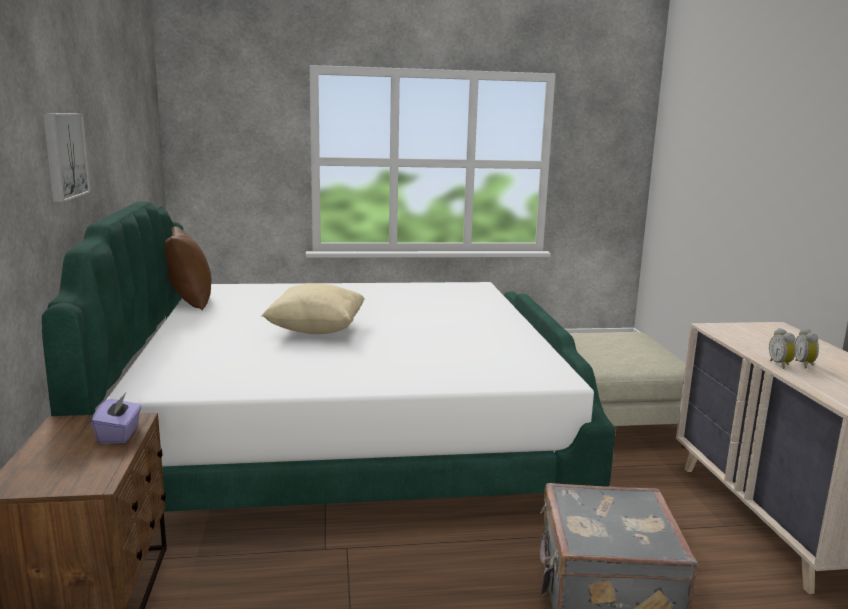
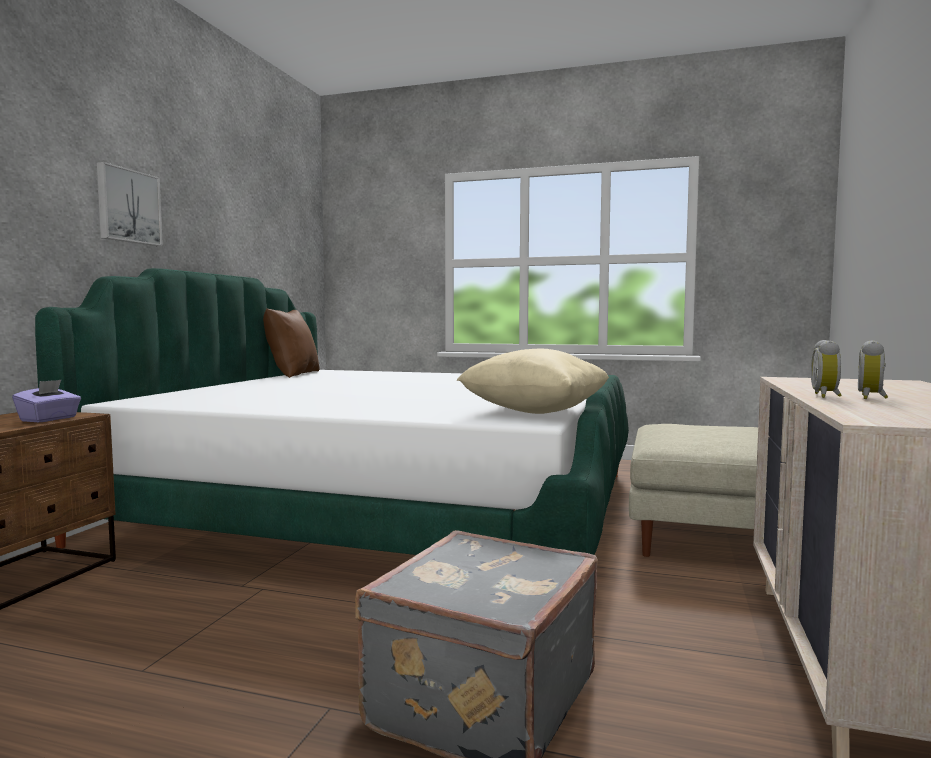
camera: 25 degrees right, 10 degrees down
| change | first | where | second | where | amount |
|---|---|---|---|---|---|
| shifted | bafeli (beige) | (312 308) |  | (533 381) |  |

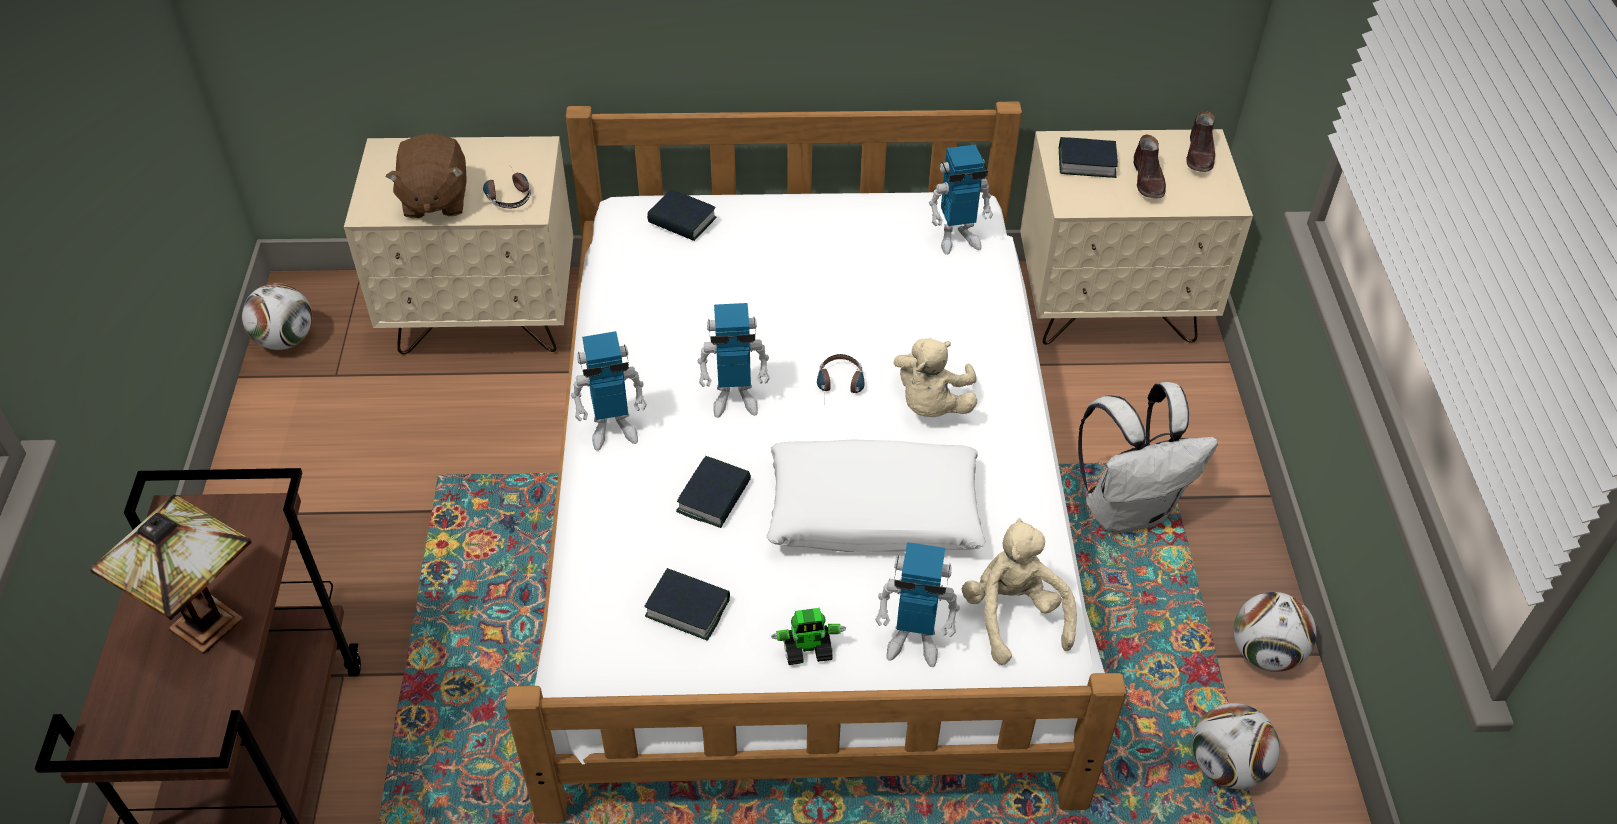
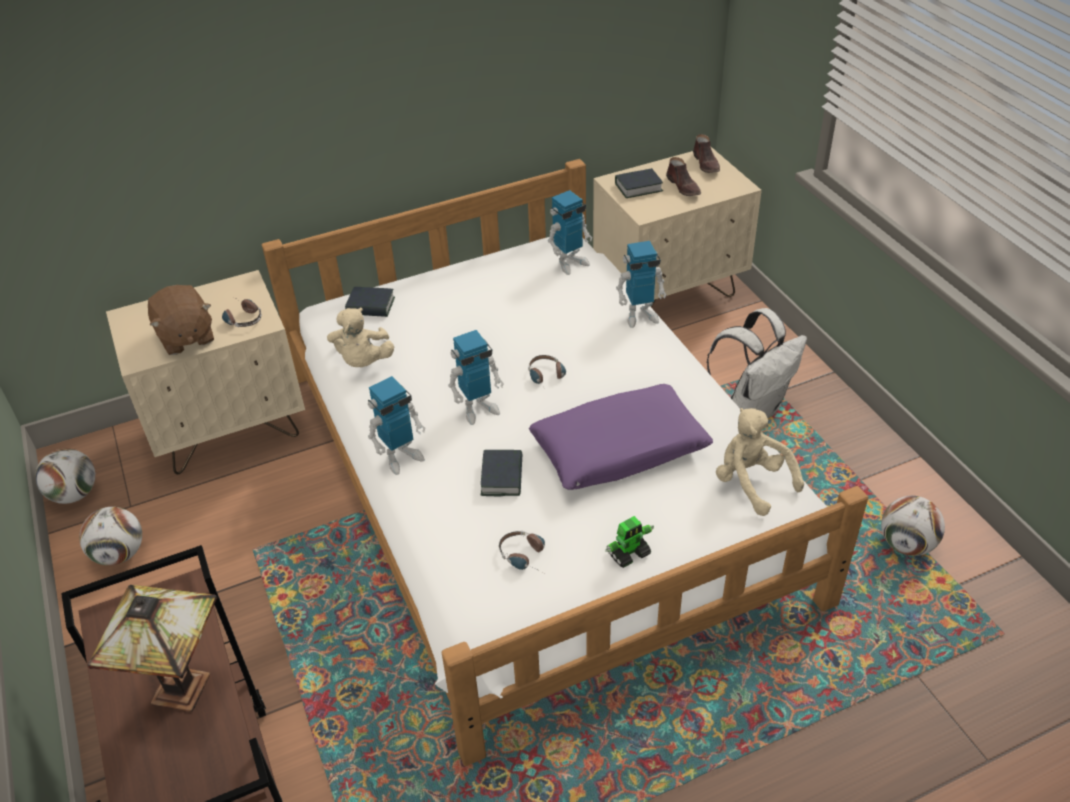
camera: 20 degrees left, 5 degrees down
| change | first | where | second | where | amount |
|---|---|---|---|---|---|
| shifted | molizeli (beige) | (935 377) |  | (360 337) |  |
| repainted | bafeli (white) | (876 496) | bafeli (purple) | (621 437) |  |
| shifted | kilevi | (917 604) |  | (641 284) |  |
| swapped | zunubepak | (687 604) | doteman | (522 550) |  |
| shifted | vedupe | (1275 632) |  | (110 536) |  |

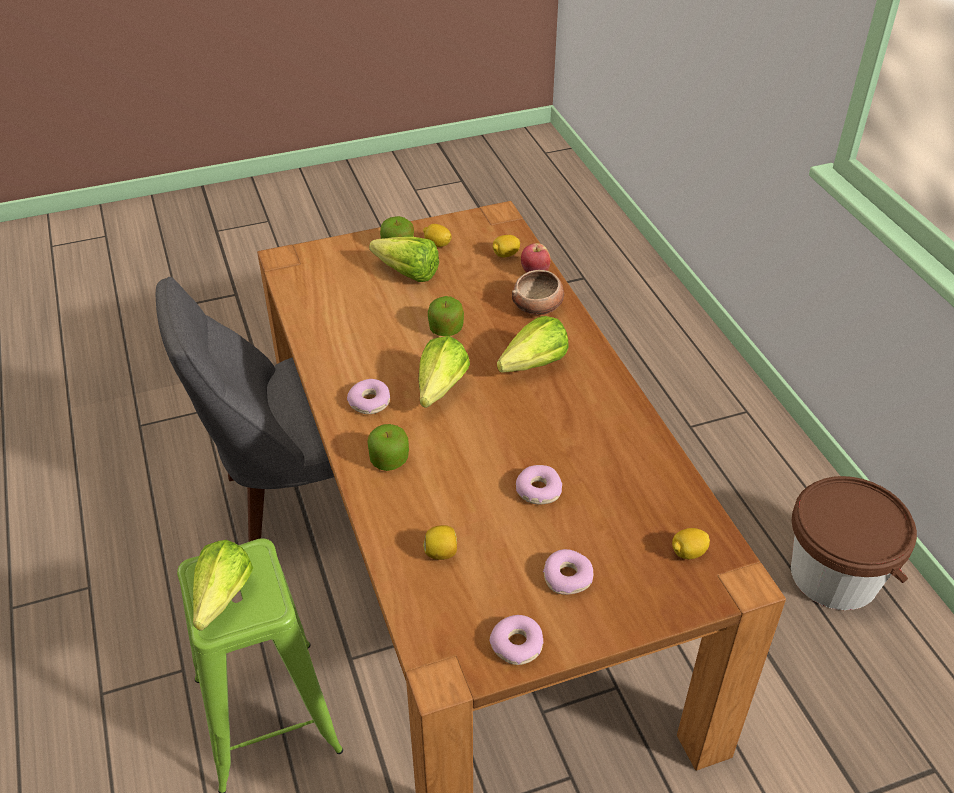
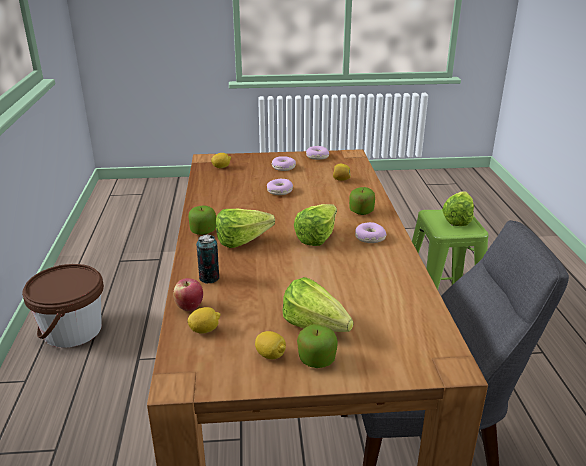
camera: 165 degrees left, 15 degrees down
| change | first | where | second | where | amount |
|---|---|---|---|---|---|
| swapped | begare | (538 292) | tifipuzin | (207 259) |  |
| shifted | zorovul | (446 316) |  | (202 220) |  |

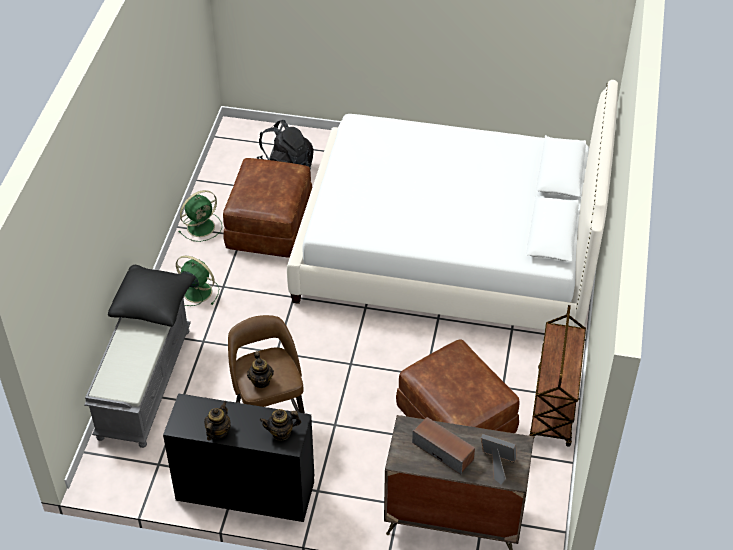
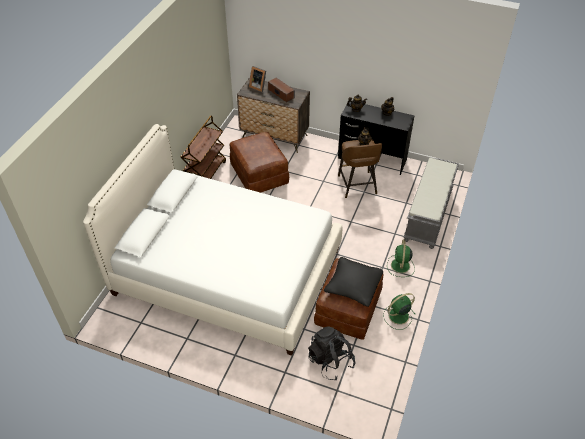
camera: 170 degrees left, 0 degrees up
| change | first | where | second | where | amount |
|---|---|---|---|---|---|
| rotated | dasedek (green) | (197 281) |  | (401 258) | 60 degrees clockwise |
| shifted | bafeli (black) | (151 296) |  | (353 282) |  |

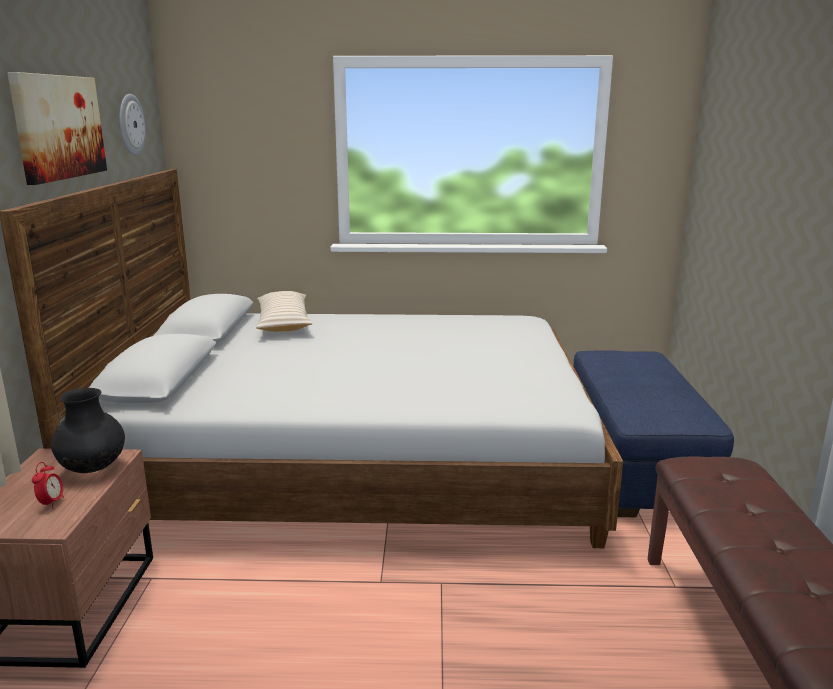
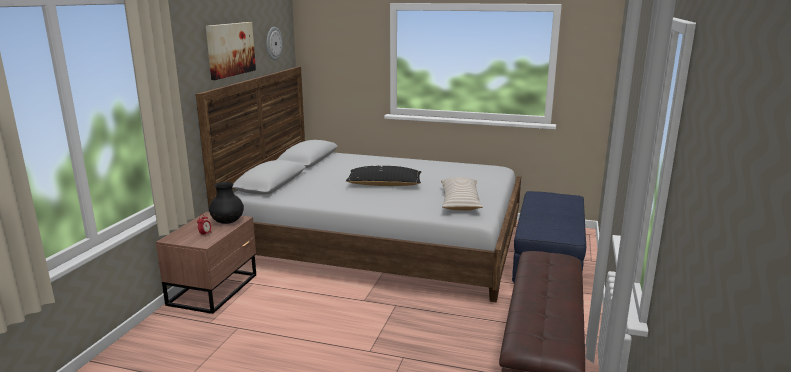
camera: 15 degrees right, 0 degrees up
| change | first | where | second | where | amount |
|---|---|---|---|---|---|
| shifted | bafeli (beige) | (284 311) |  | (462 194) |  |
| new |  |  | bafeli (black) | (383 176) |  |

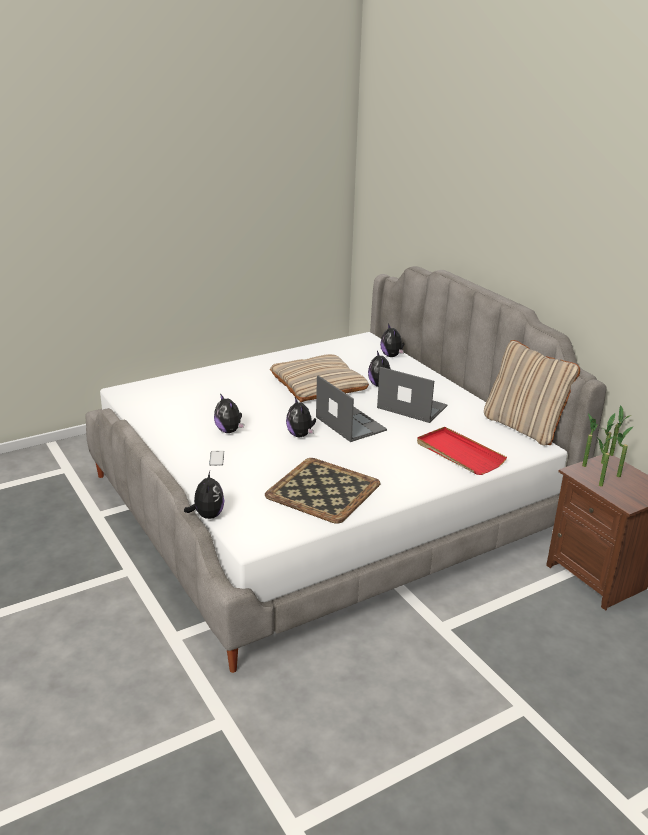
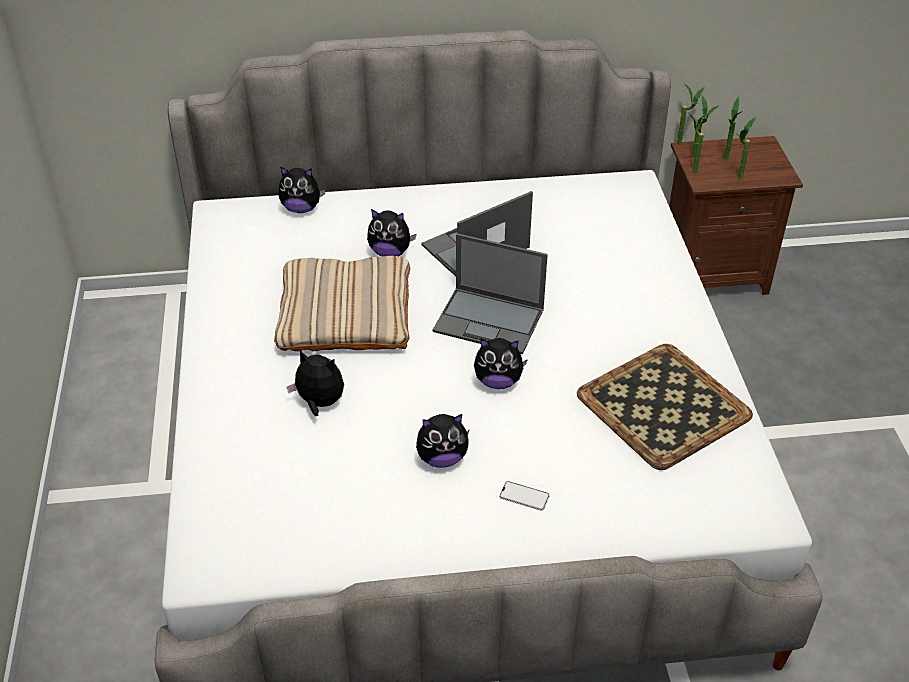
camera: 65 degrees left, 15 degrees up
| change | first | where | second | where | amount |
|---|---|---|---|---|---|
| gone | bafeli (beige) | (532 393) |  |  |  |
| rotated | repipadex | (351 408) |  | (490 294) | 150 degrees counterclockwise |
| gone | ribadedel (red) | (462 451) |  |  |  |
| shifted | molizeli | (204 495) |  | (315 383) |  |

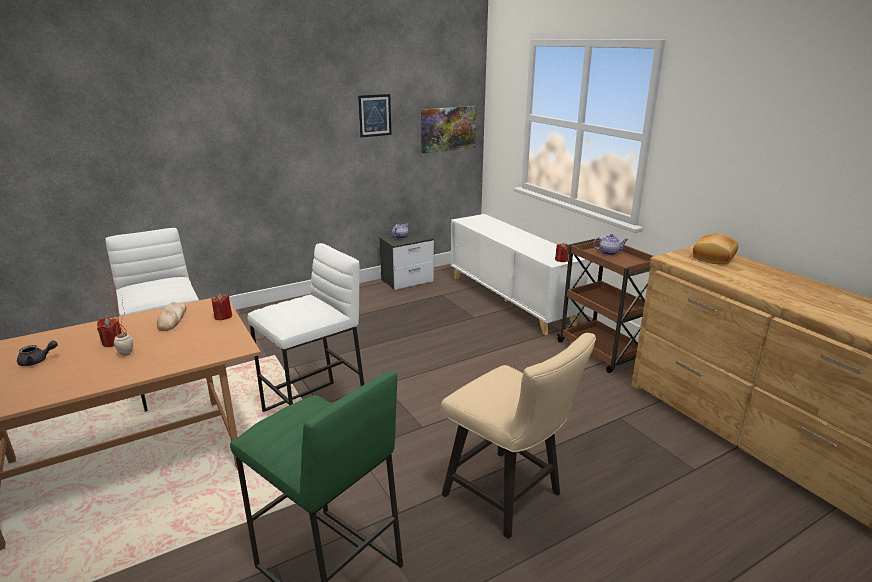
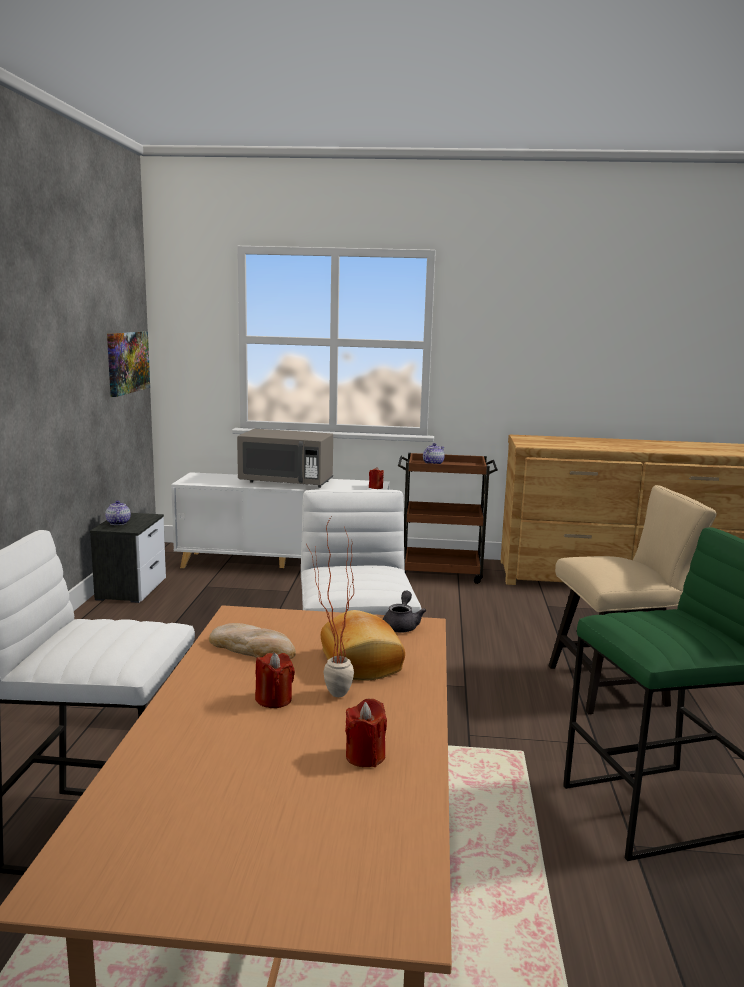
camera: 55 degrees left, 10 degrees down
| change | first | where | second | where | amount |
|---|---|---|---|---|---|
| gone | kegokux | (375 115) |  |  |  |
| shifted | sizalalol | (715 248) |  | (363 645) |  |
| shifted | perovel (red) | (221 306) |  | (366 733) |  |
| shifted | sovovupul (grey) | (37 353) |  | (404 611) |  |
| new |  |  | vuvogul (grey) | (285 458) |  |

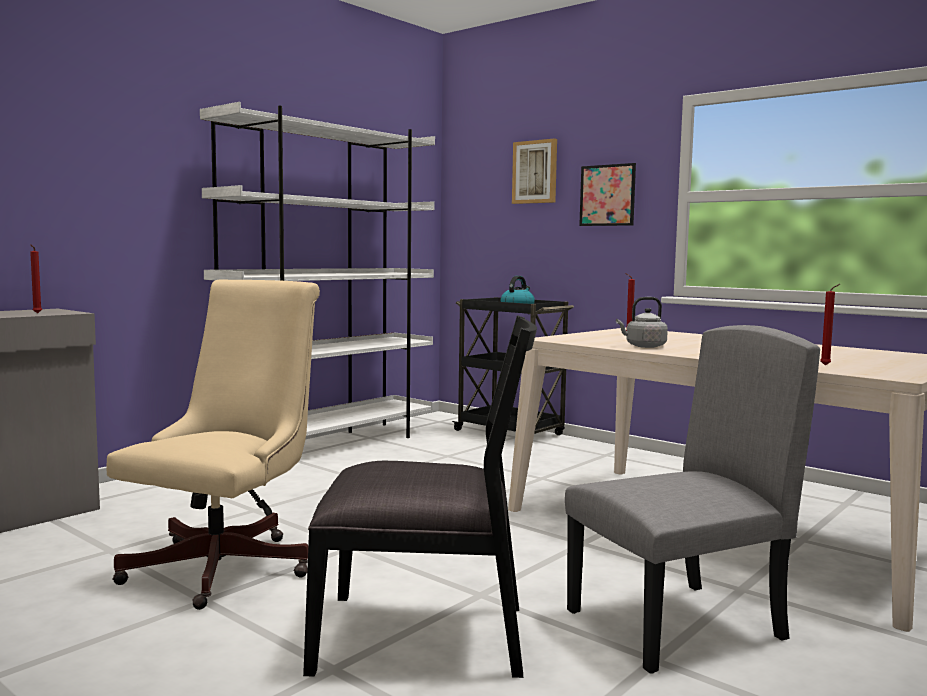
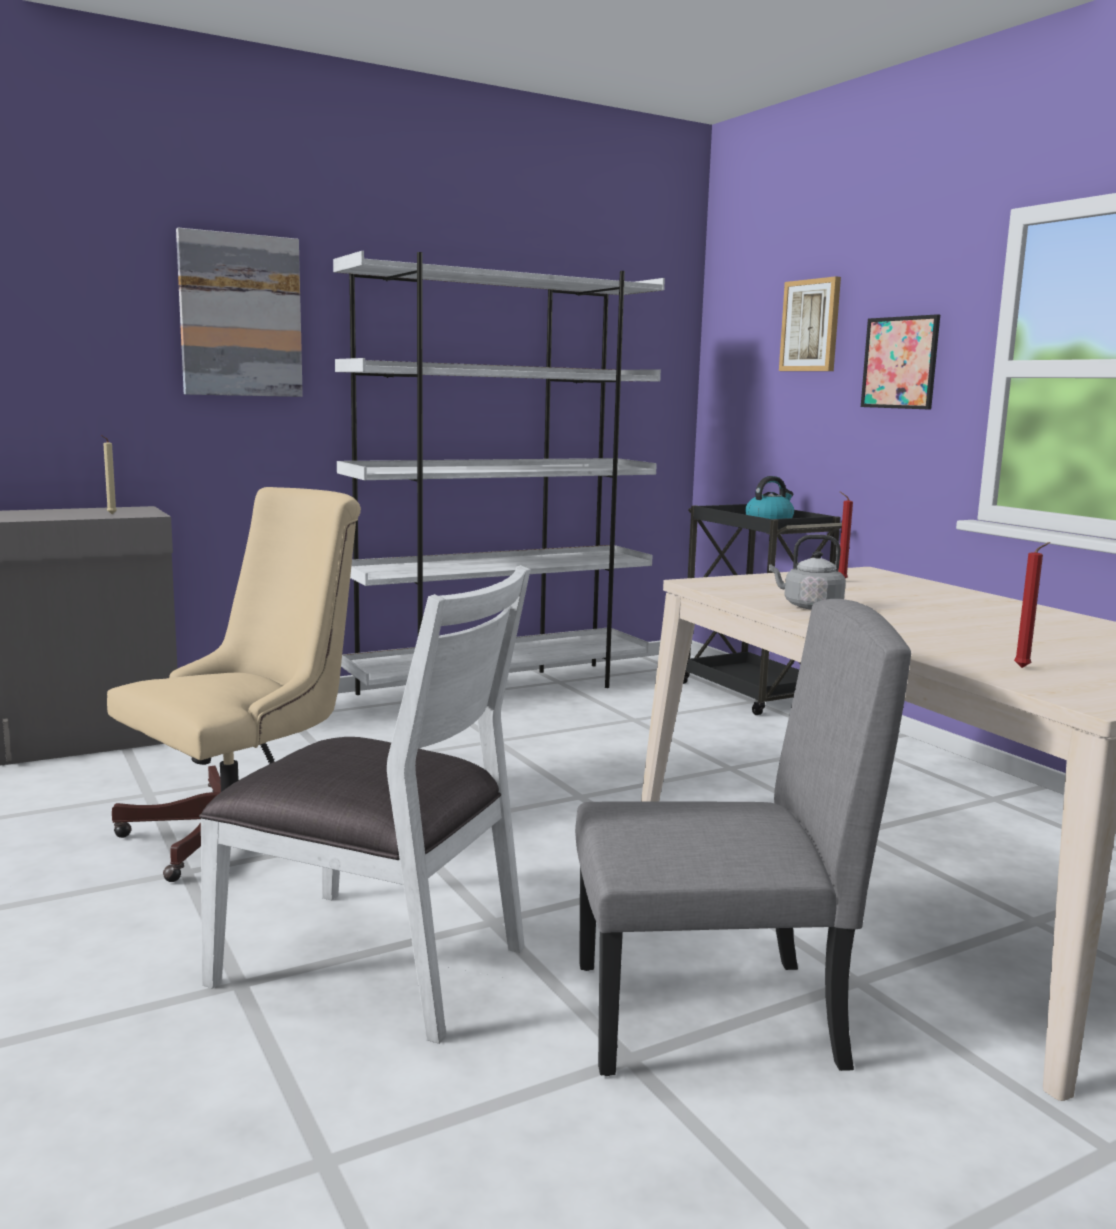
camera: 20 degrees right, 5 degrees up
| change | first | where | second | where | amount |
|---|---|---|---|---|---|
| repainted | perovel (red) | (36 278) | perovel (beige) | (109 474) |  |
| repainted | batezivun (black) | (420 496) | batezivun (white) | (365 804) |  |
| new |  |  | kegokux | (239 312) |  |

